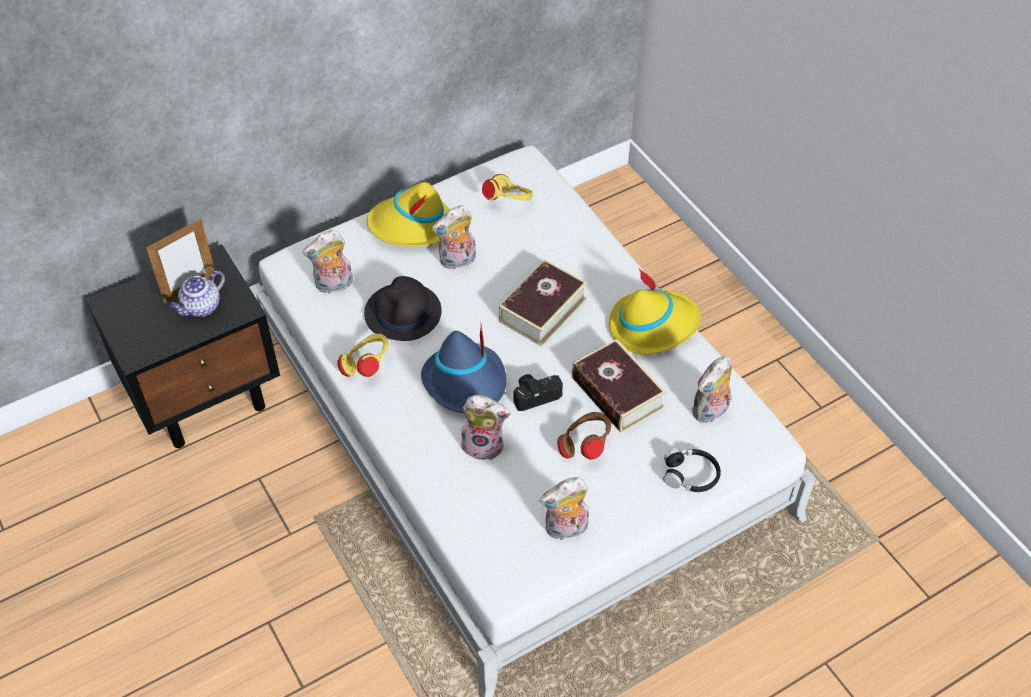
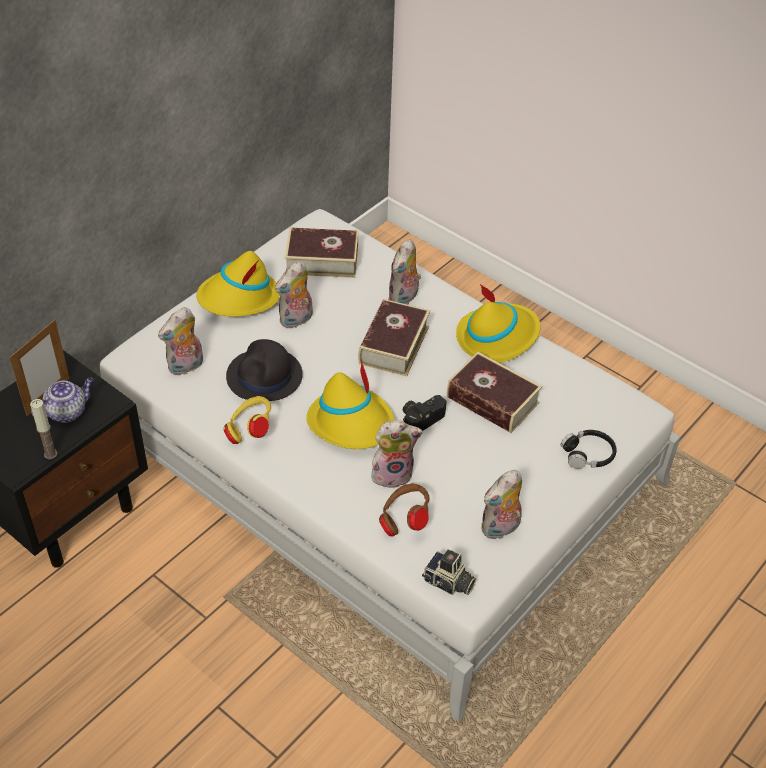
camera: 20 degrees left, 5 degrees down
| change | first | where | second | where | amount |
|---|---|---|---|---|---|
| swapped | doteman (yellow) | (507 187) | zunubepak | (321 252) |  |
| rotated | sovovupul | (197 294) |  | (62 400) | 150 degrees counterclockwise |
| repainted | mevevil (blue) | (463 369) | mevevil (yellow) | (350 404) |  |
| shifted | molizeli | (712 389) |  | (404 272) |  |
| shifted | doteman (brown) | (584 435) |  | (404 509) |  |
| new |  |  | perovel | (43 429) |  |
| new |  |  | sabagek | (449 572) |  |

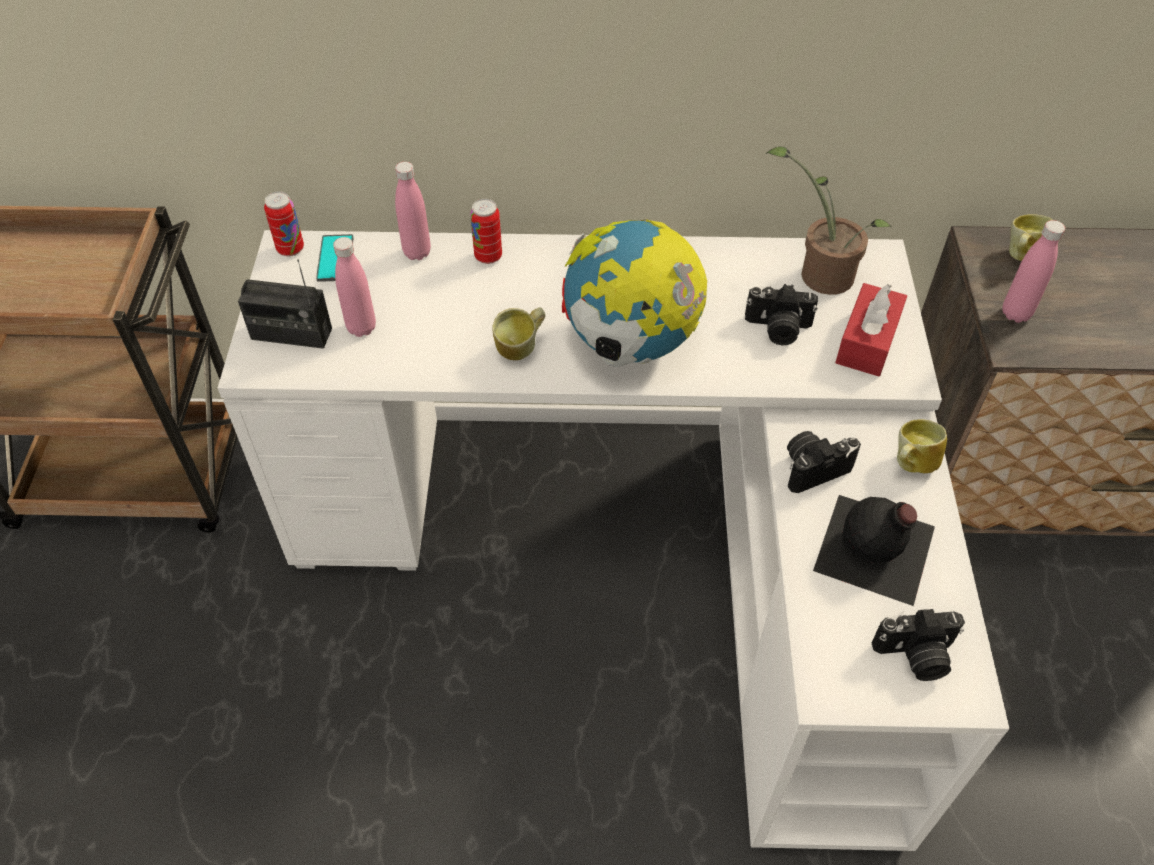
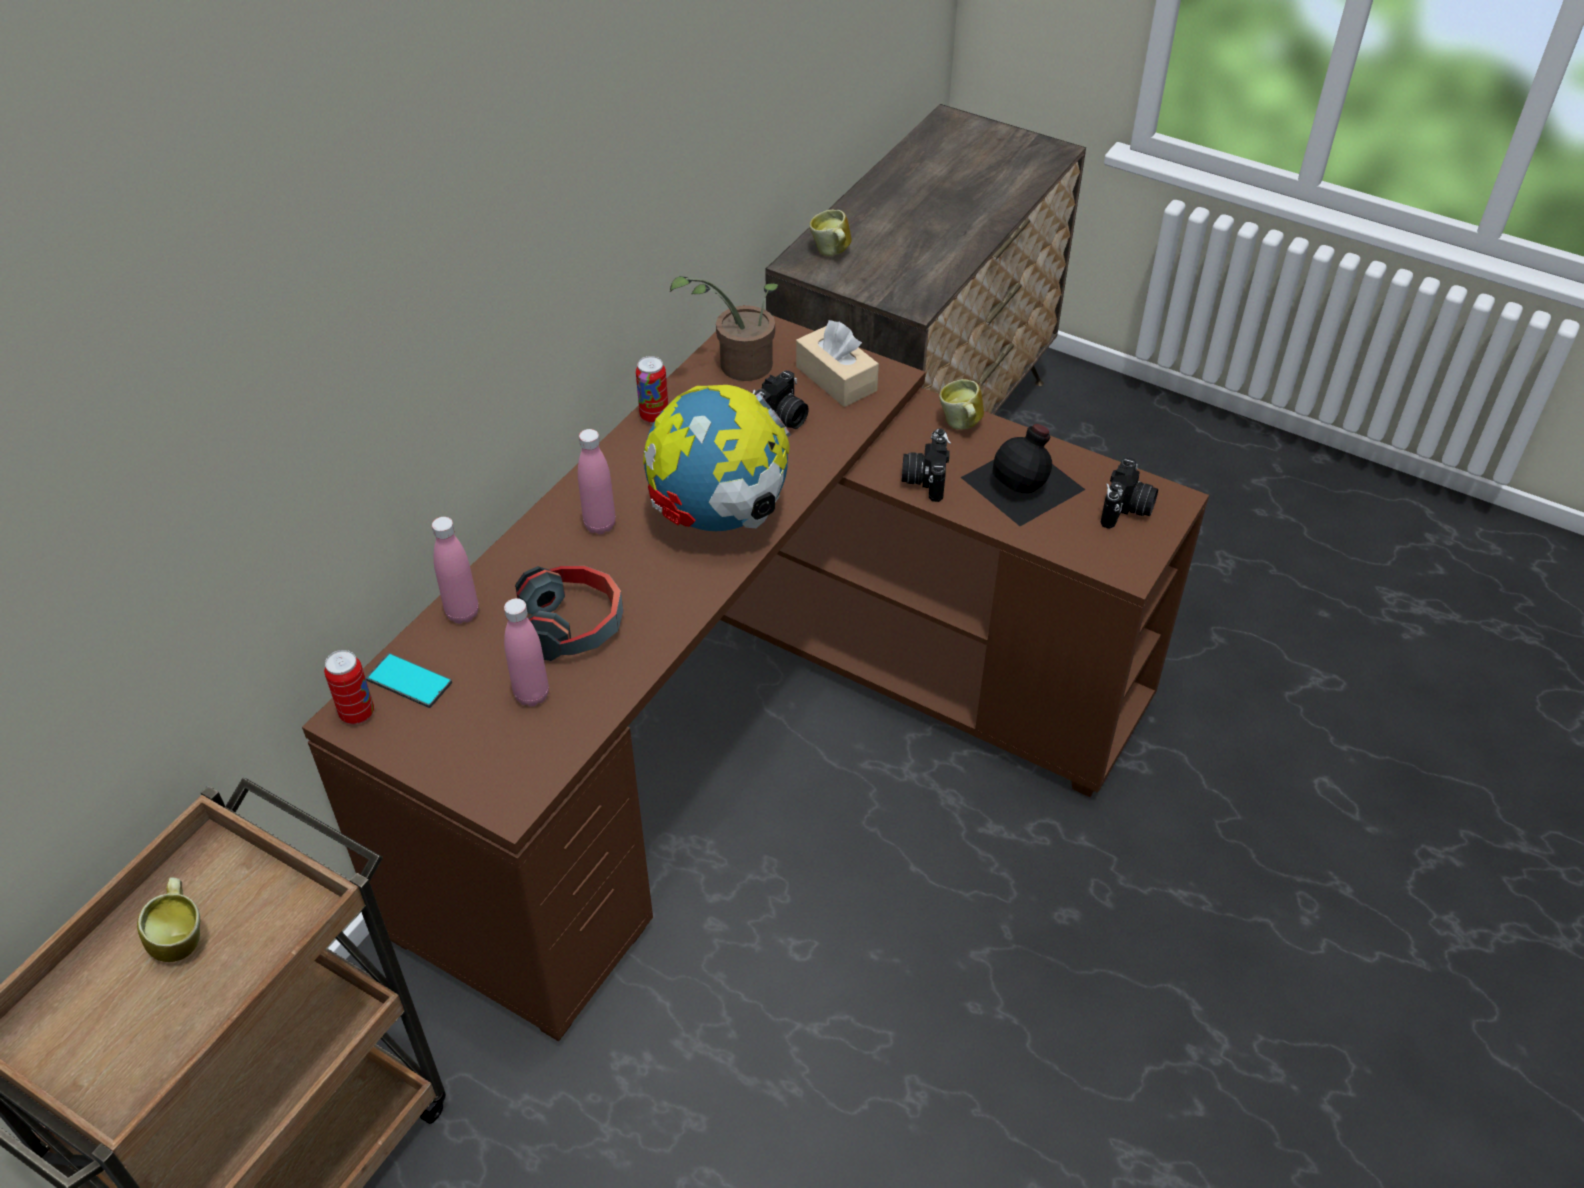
camera: 60 degrees left, 5 degrees down
| change | first | where | second | where | amount |
|---|---|---|---|---|---|
| shifted | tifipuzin | (486 231) |  | (652 390) |  |
| shifted | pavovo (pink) | (1033 271) |  | (596 482) |  |
| repainted | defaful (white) | (613 540) | defaful (brown) | (755 673) |  |
| gone | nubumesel | (285 304) |  |  |  |
| repainted | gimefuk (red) | (871 329) | gimefuk (beige) | (837 363) |  |
| shifted | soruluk | (518 334) |  | (168 919) |  |
| new |  |  | doteman | (569 613) |  |

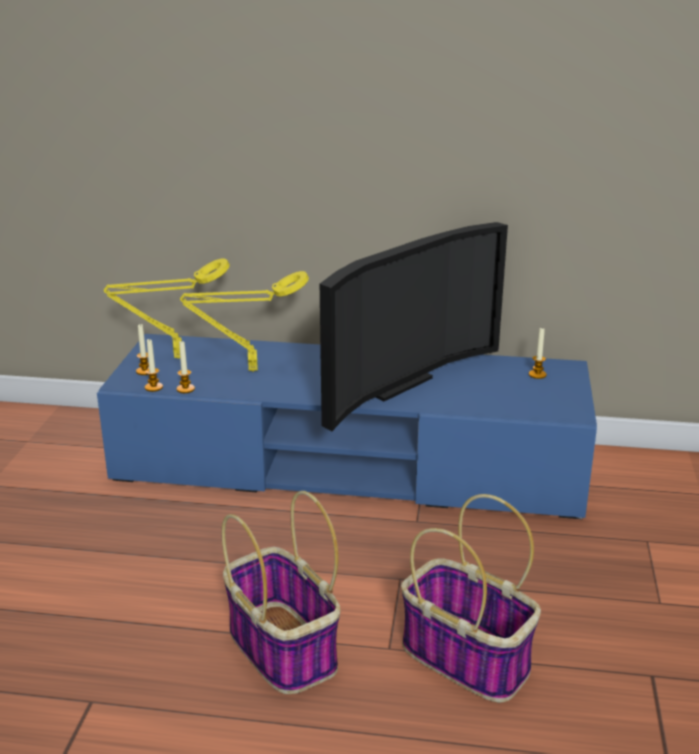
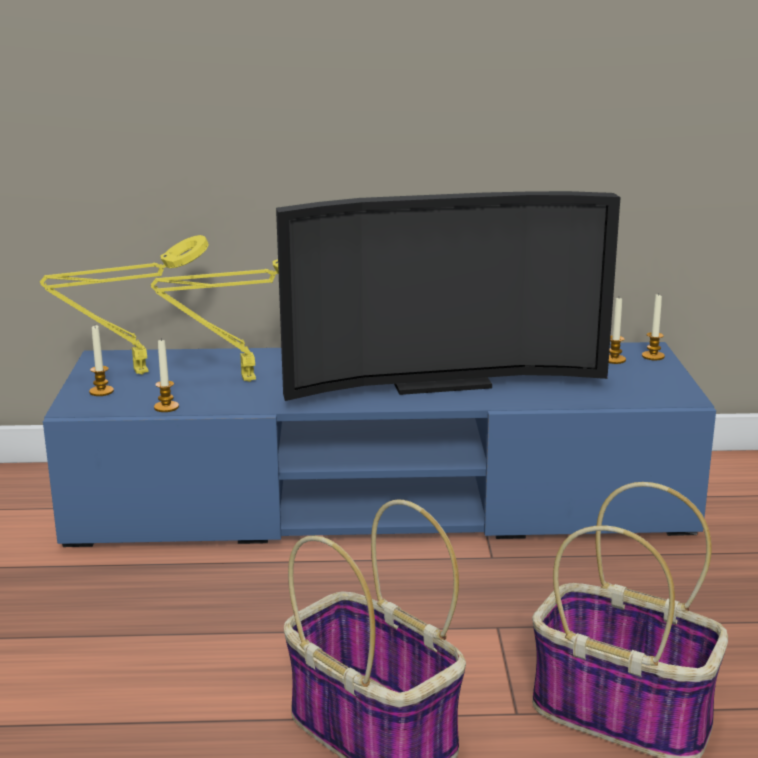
camera: 10 degrees left, 5 degrees down
| change | first | where | second | where | amount |
|---|---|---|---|---|---|
| rotated | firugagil | (414 326) |  | (448 296) | 45 degrees clockwise |
| shifted | perovel | (154 365) |  | (653 327) |  |

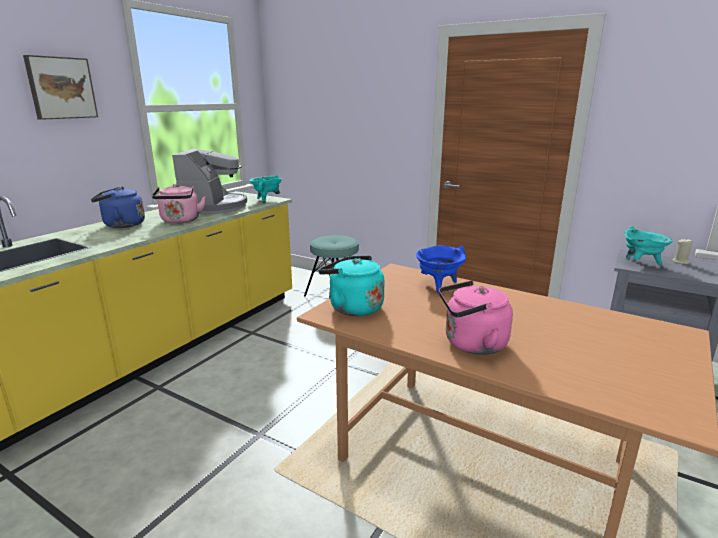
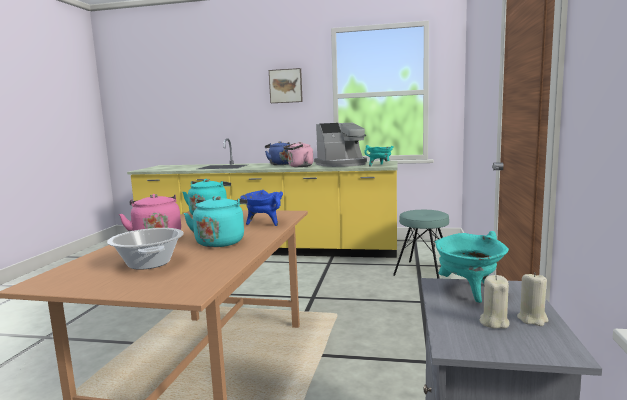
camera: 70 degrees right, 10 degrees down
| change | first | where | second | where | amount |
|---|---|---|---|---|---|
| new |  |  | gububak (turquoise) | (215 221) |  |
| new |  |  | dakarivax | (145 249) |  |
| new |  |  | perovel (beige) | (494 302) |  |

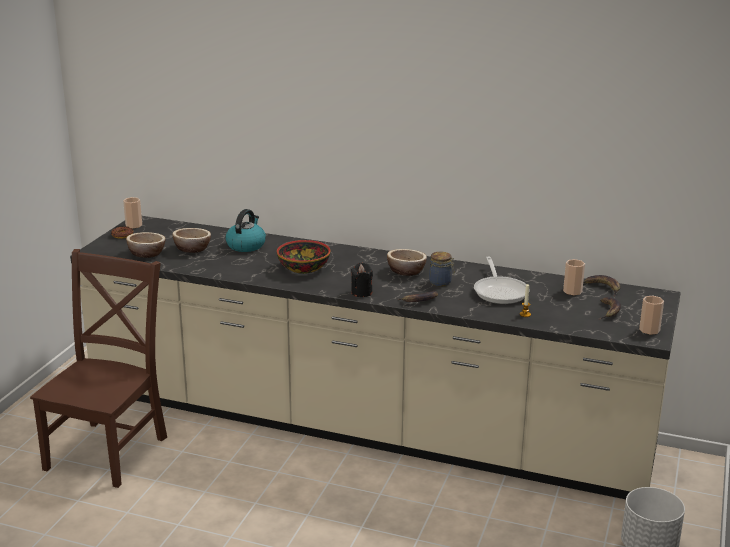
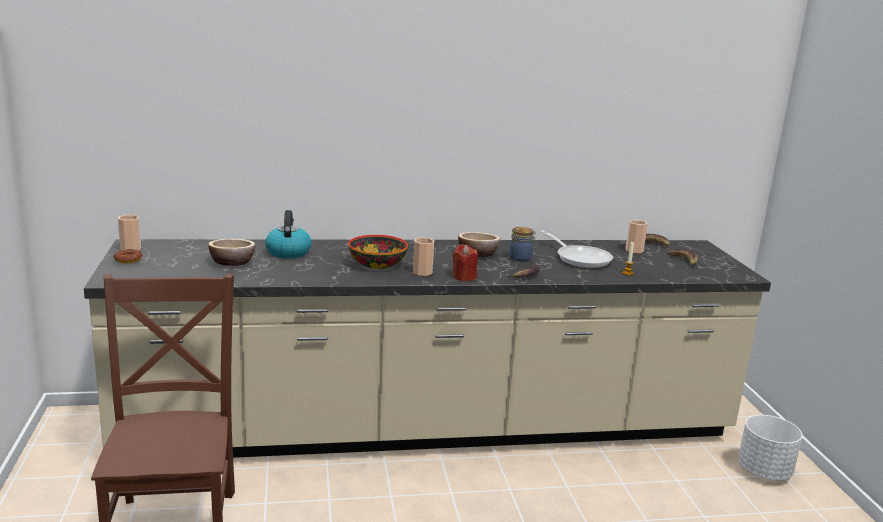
camera: 30 degrees left, 5 degrees down
| change | first | where | second | where | amount |
|---|---|---|---|---|---|
| gone | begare | (145 245) |  |  |  |
| repainted | perovel (black) | (362 279) | perovel (red) | (465 262) |  |
| shifted | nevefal | (651 315) |  | (423 257) |  |

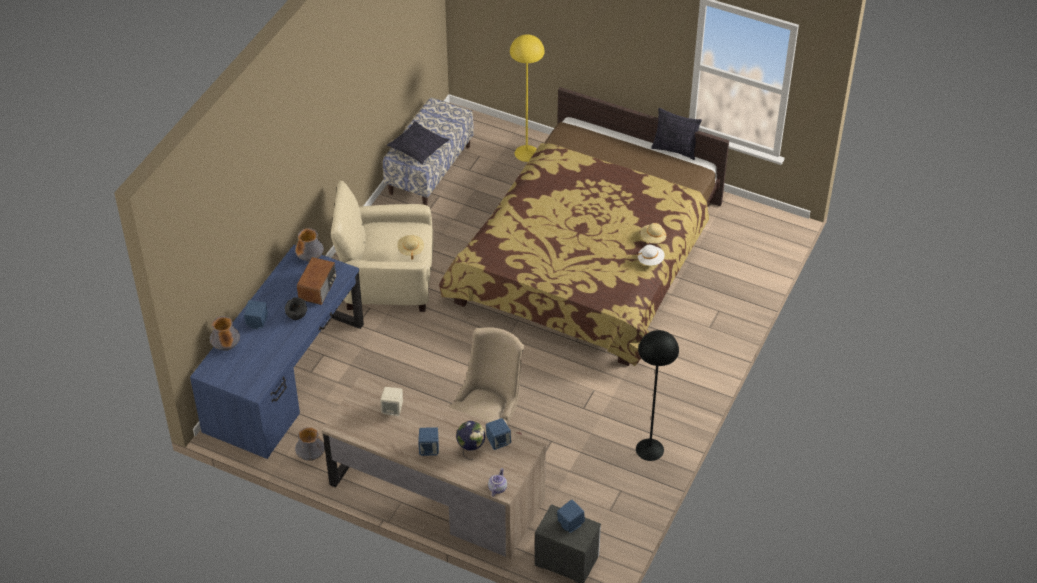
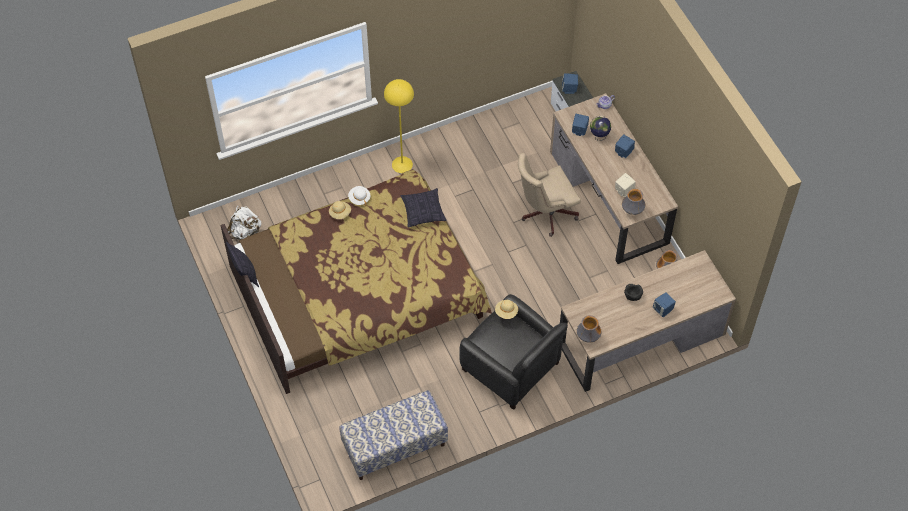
camera: 140 degrees left, 10 degrees up
| change | first | where | second | where | amount |
|---|---|---|---|---|---|
| shifted | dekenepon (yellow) | (527 98) |  | (399 126) |  |
| shifted | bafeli | (418 142) |  | (423 207) |  |
| repainted | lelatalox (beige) | (382 246) | lelatalox (black) | (513 352) |  |
| repainted | defaful (blue) | (277 352) | defaful (brown) | (648 321) |  |
| gone | nubumesel | (316 281) |  |  |  |
| shifted | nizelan | (225 333) |  | (633 202) |  |
| gone | dekenepon (black) | (657 395) |  |  |  |
| new |  |  | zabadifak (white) | (244 223) |  |

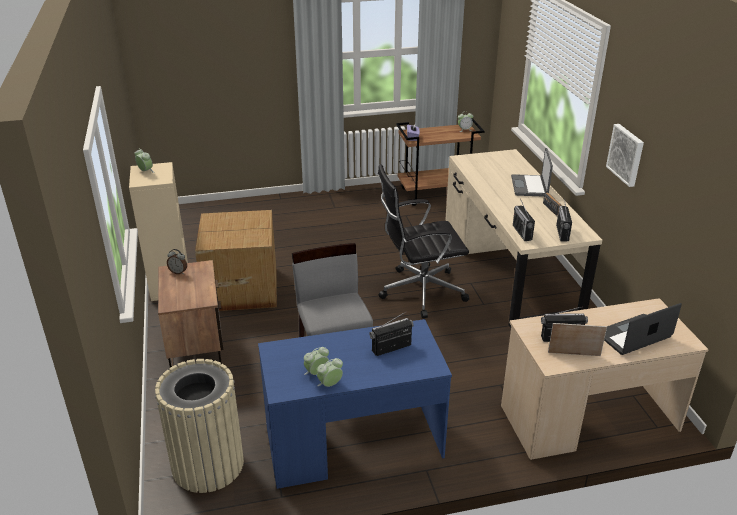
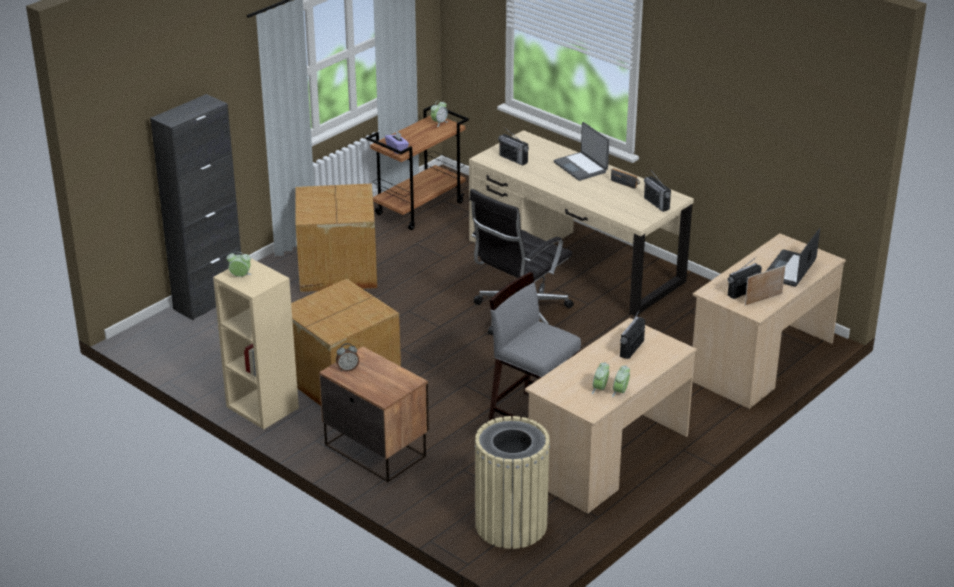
camera: 35 degrees left, 0 degrees up
| change | first | where | second | where | amount |
|---|---|---|---|---|---|
| gone | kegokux | (625 155) |  |  |  |
| shifted | nubumesel | (524 220) |  | (513 146) |  |
| repainted | defaful (blue) | (355 404) | defaful (beige) | (611 416) |  |
| new |  |  | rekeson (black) | (195 207) |  |
| new |  |  | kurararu | (336 237) |  |

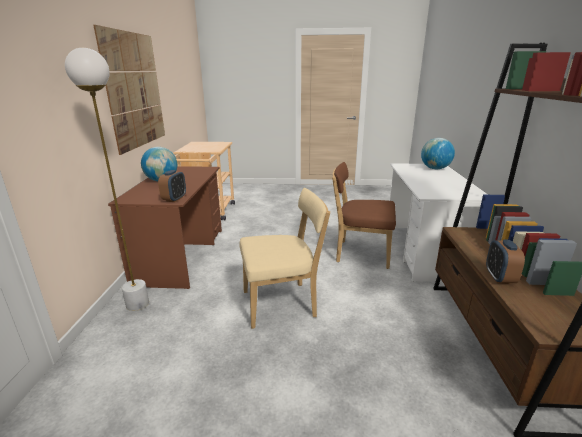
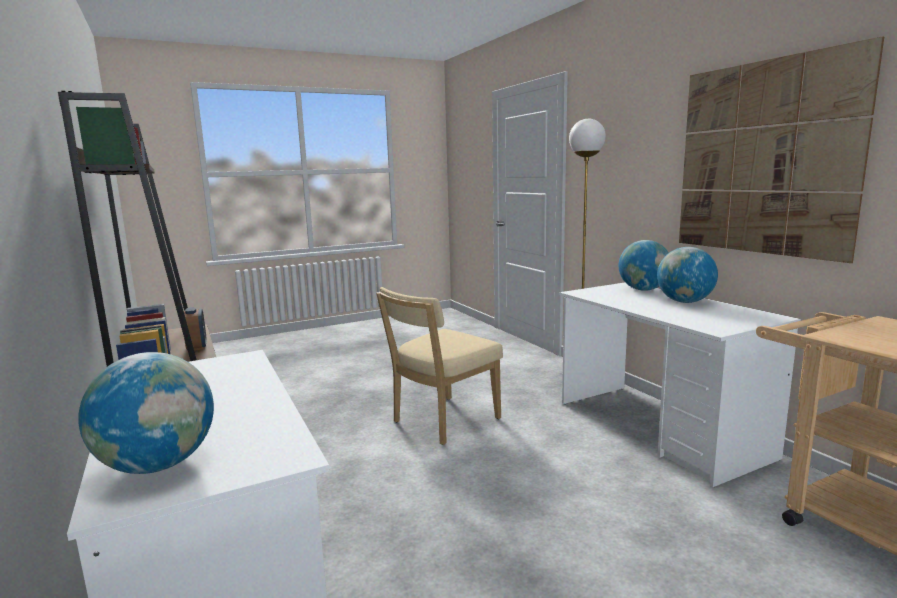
camera: 150 degrees right, 10 degrees down
| change | first | where | second | where | amount |
|---|---|---|---|---|---|
| gone | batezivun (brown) | (364 215) |  |  |  |
| repainted | defaful (brown) | (165 227) | defaful (white) | (680 384) |  |
| gone | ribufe | (172 186) |  |  |  |
| new |  |  | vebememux | (644 265) |  |

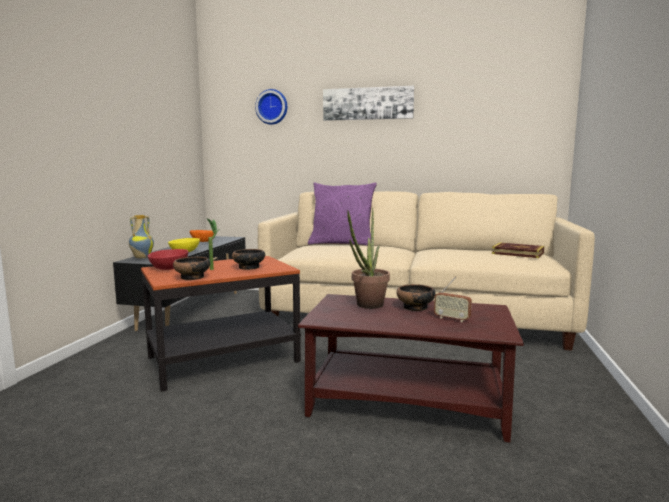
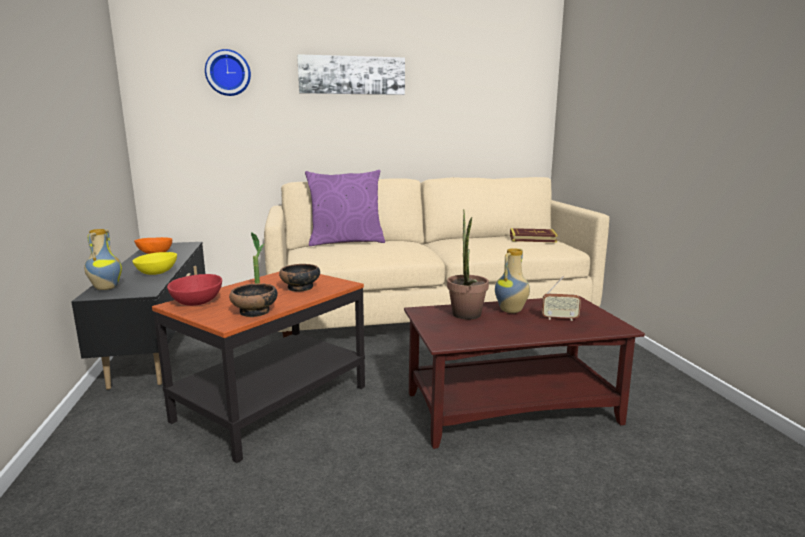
camera: 25 degrees left, 5 degrees up
| change | first | where | second | where | amount |
|---|---|---|---|---|---|
| swapped | begare | (416 297) | nizelan | (512 280) |  |

